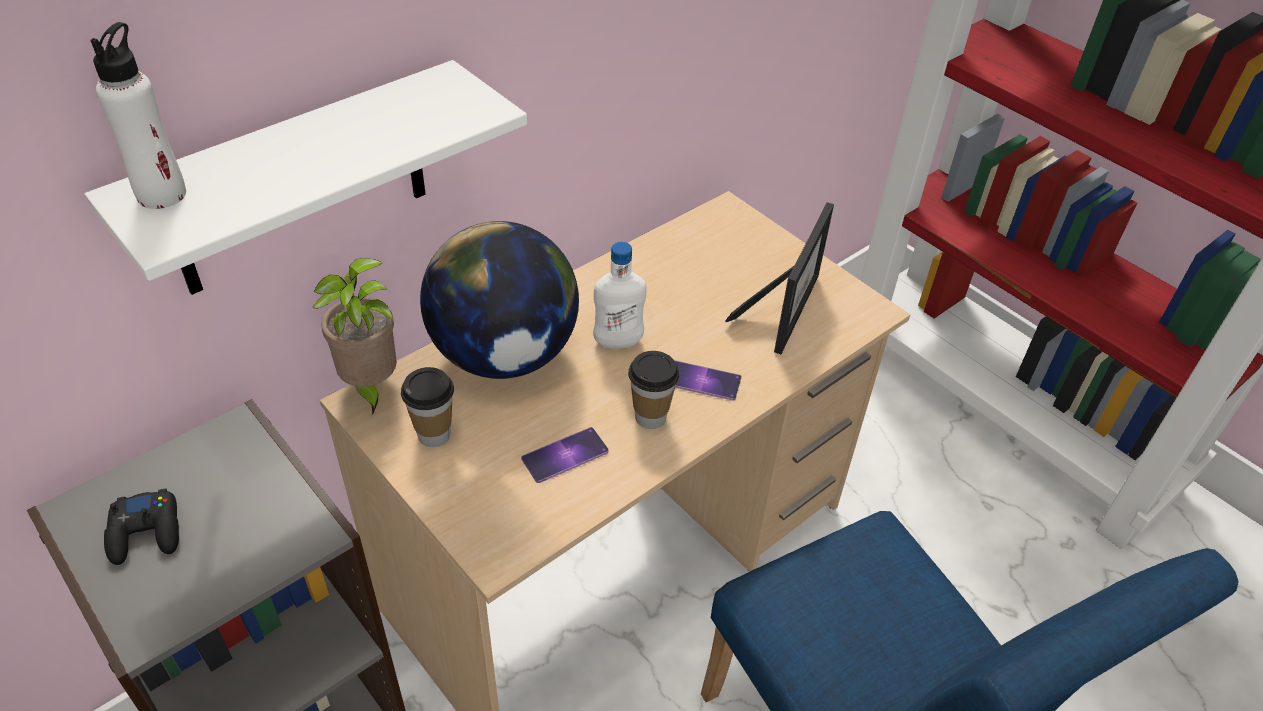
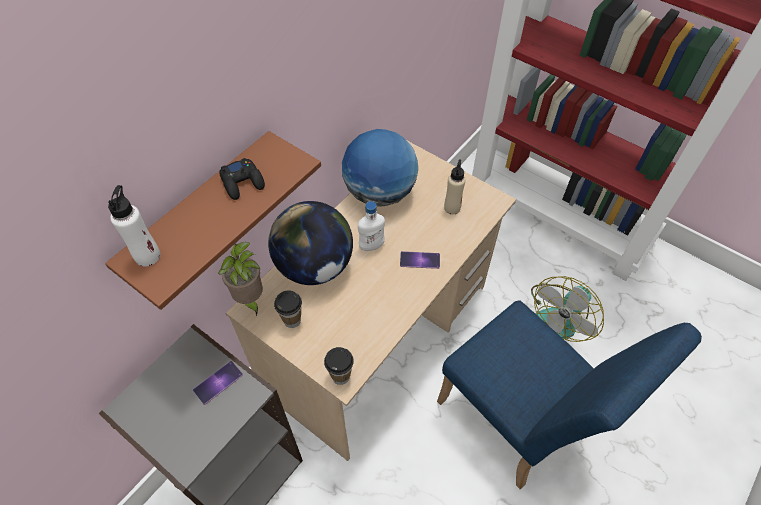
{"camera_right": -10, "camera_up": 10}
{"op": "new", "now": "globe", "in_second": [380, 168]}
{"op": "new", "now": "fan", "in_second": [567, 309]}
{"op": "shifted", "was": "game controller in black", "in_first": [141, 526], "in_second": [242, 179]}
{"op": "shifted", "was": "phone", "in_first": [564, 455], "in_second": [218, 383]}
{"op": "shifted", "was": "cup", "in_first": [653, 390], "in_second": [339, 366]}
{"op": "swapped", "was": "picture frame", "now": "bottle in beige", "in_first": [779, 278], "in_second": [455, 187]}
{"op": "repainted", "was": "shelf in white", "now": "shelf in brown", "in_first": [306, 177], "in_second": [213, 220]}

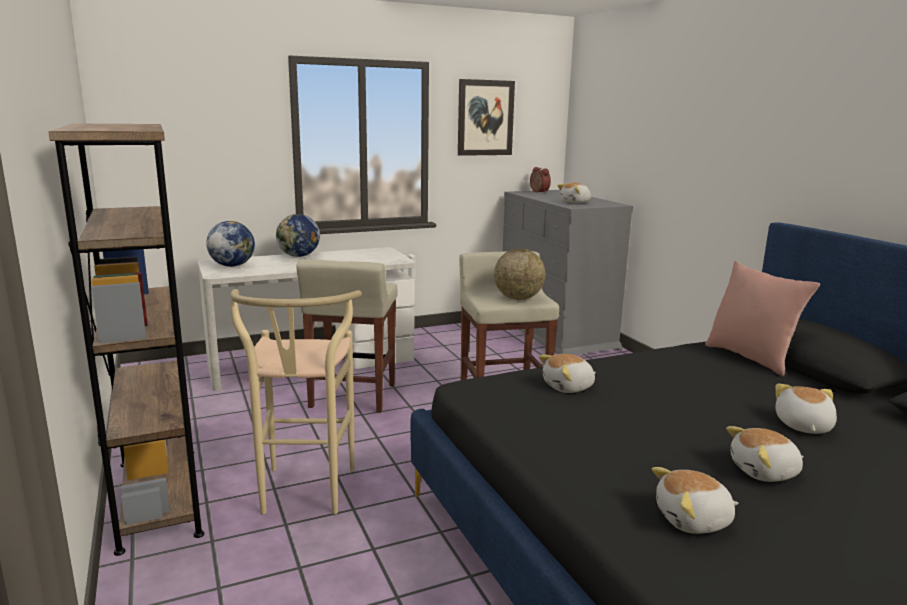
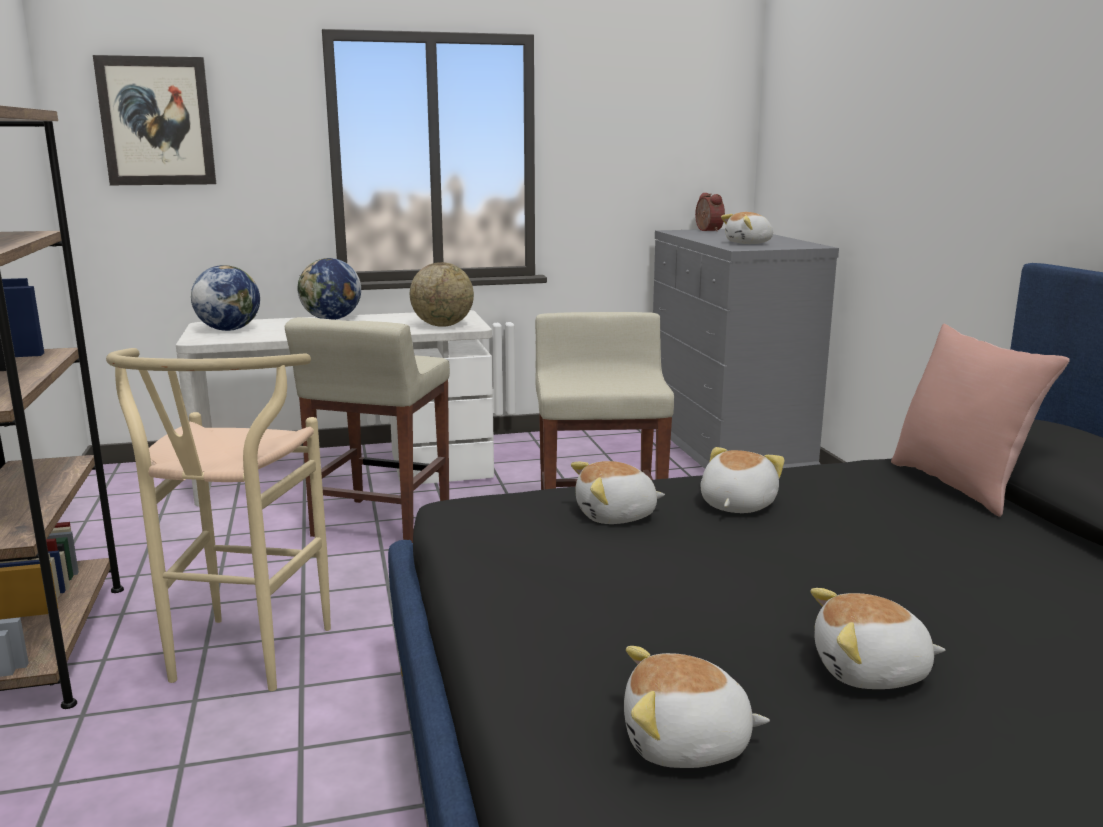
{"camera_right": 10, "camera_up": 0}
{"op": "shifted", "was": "picture", "in_first": [486, 117], "in_second": [154, 120]}
{"op": "shifted", "was": "globe", "in_first": [519, 274], "in_second": [442, 294]}
{"op": "shifted", "was": "plush toy", "in_first": [806, 409], "in_second": [742, 480]}

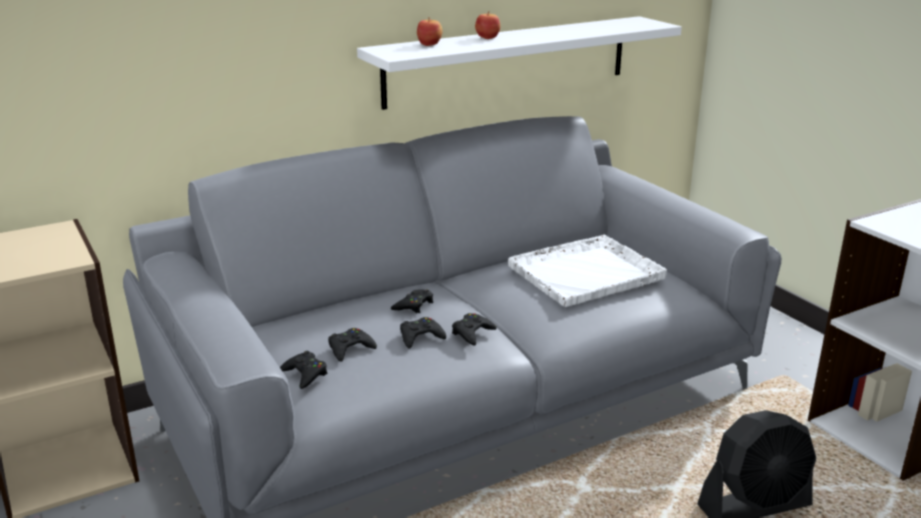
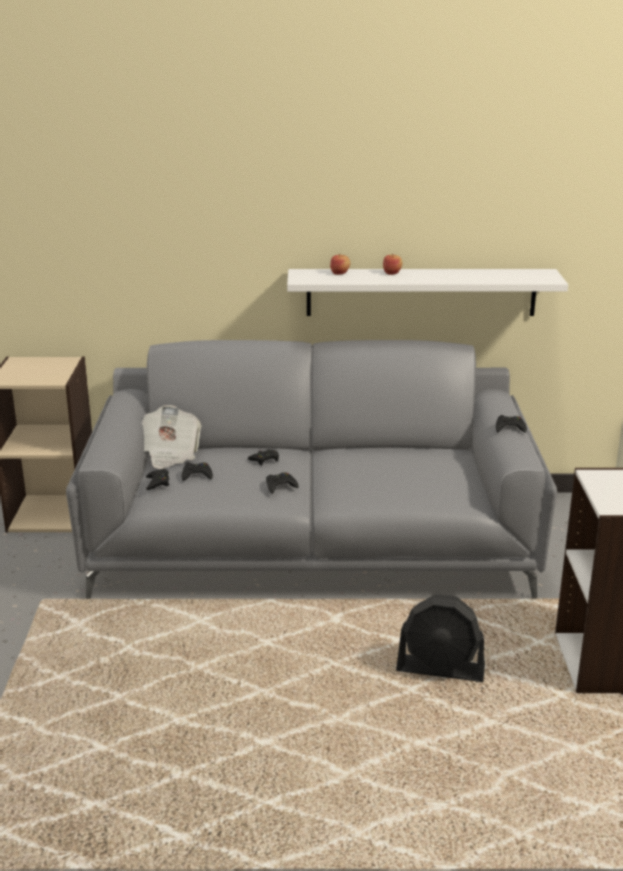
{"camera_right": 30, "camera_up": 0}
{"op": "gone", "was": "tray in white", "in_first": [587, 271]}
{"op": "new", "now": "newspaper", "in_second": [172, 437]}
{"op": "shifted", "was": "game controller in black", "in_first": [423, 333], "in_second": [511, 424]}

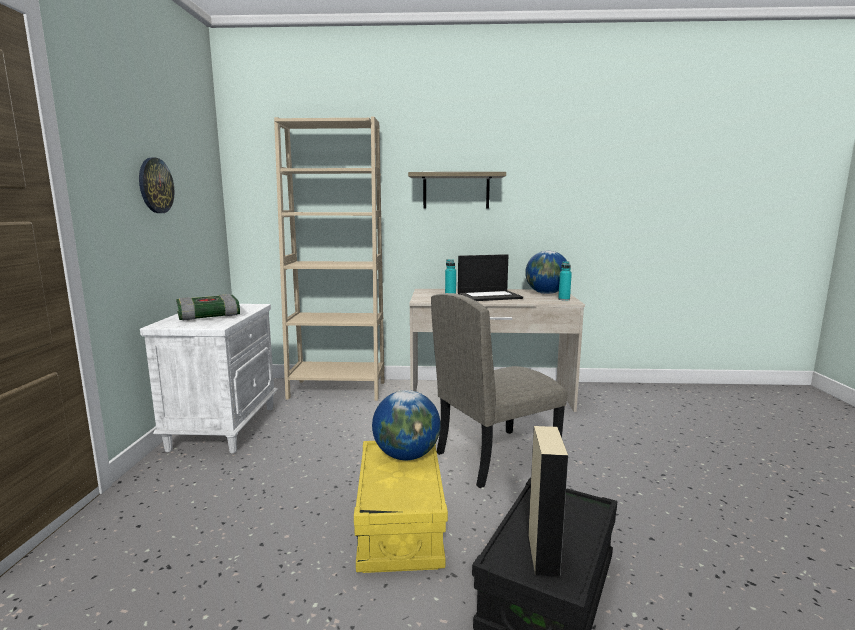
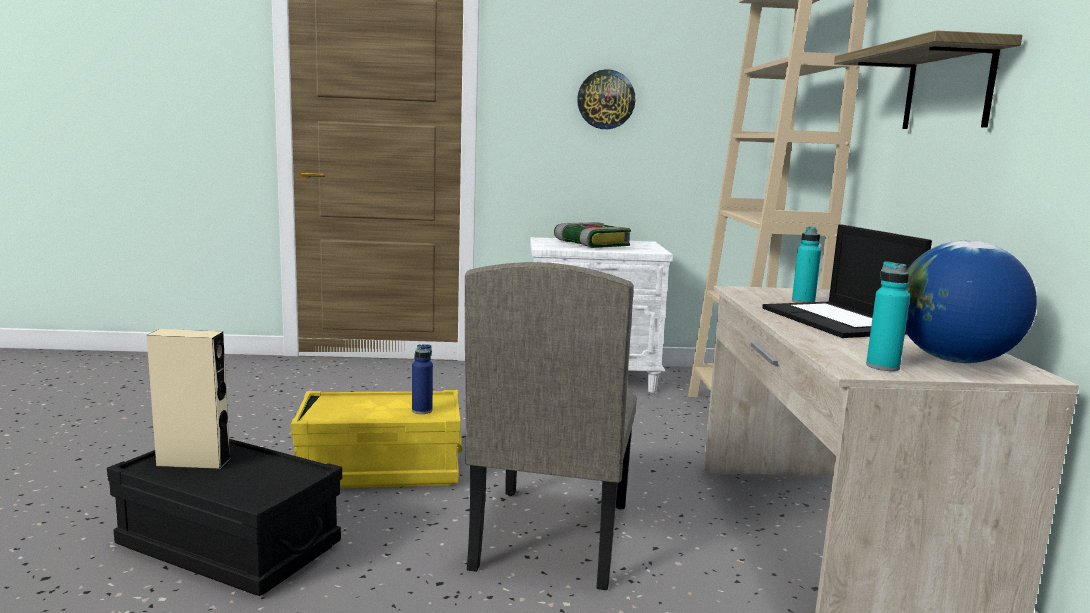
{"camera_right": 85, "camera_up": 0}
{"op": "swapped", "was": "globe", "now": "bottle in blue", "in_first": [406, 425], "in_second": [422, 379]}
{"op": "rotated", "was": "chair in beige", "in_first": [499, 390], "in_second": [551, 426], "clockwise": -135}

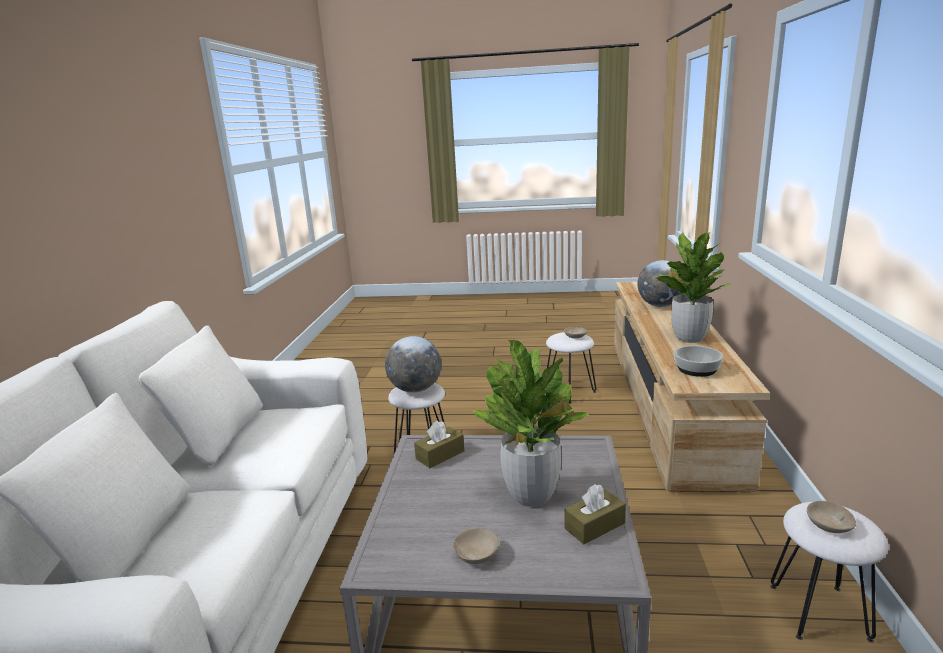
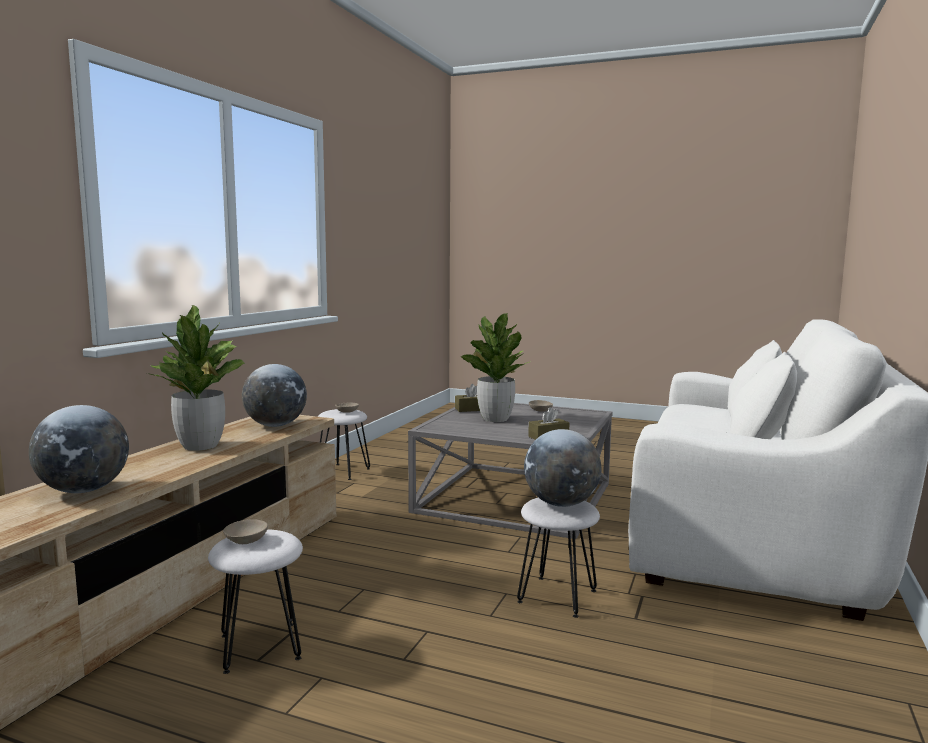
{"camera_right": -165, "camera_up": -10}
{"op": "swapped", "was": "bowl", "now": "globe", "in_first": [698, 361], "in_second": [274, 395]}

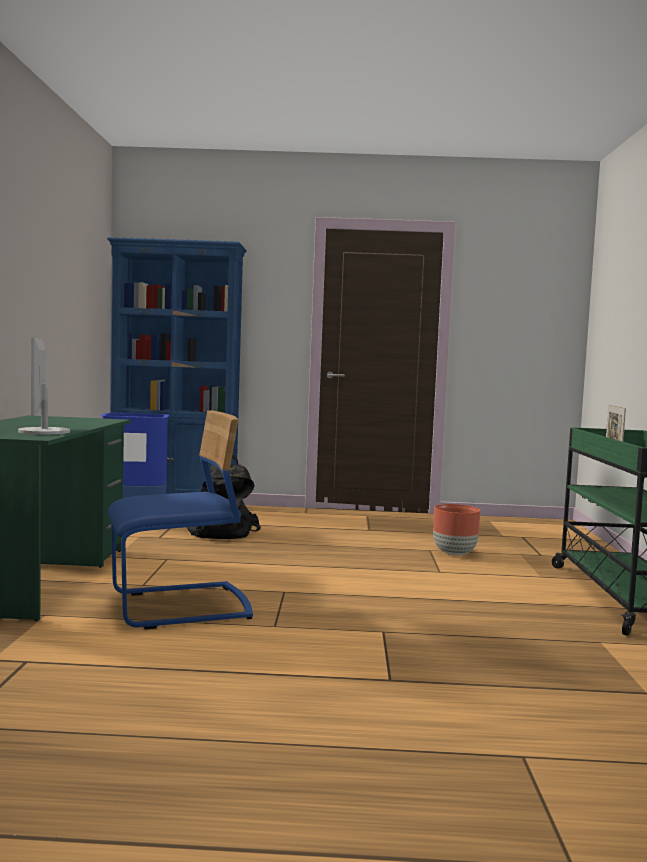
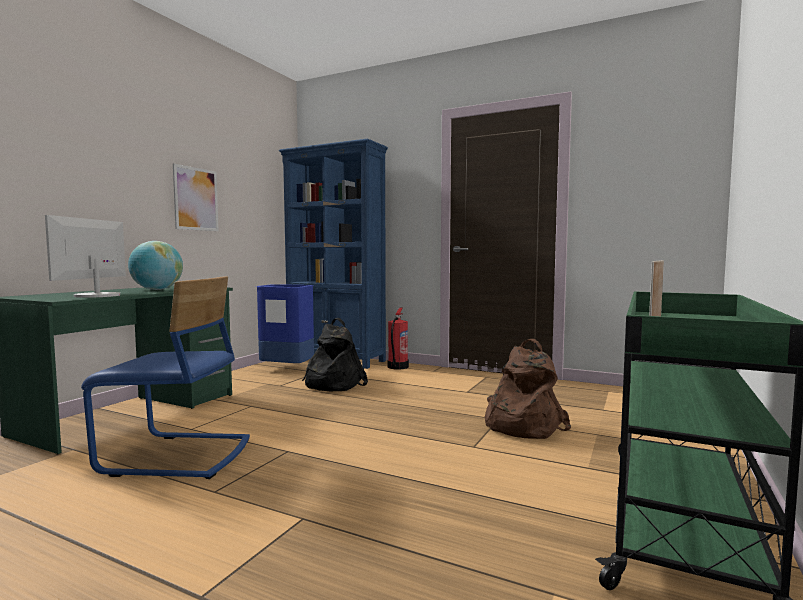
{"camera_right": 25, "camera_up": 0}
{"op": "new", "now": "globe", "in_second": [155, 265]}
{"op": "new", "now": "picture", "in_second": [196, 197]}
{"op": "new", "now": "fire extinguisher", "in_second": [398, 338]}
{"op": "swapped", "was": "planter in brown", "now": "backpack in brown", "in_first": [456, 529], "in_second": [528, 389]}

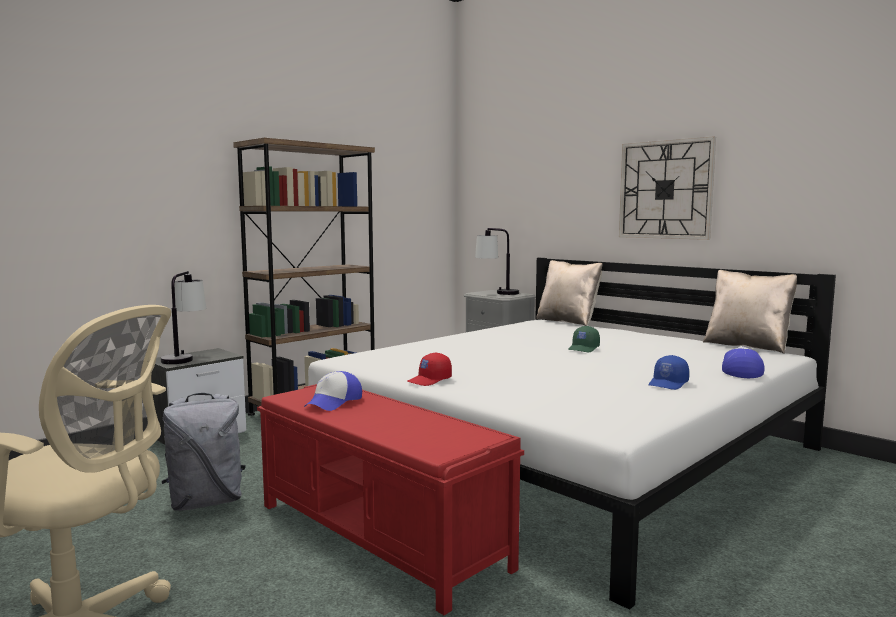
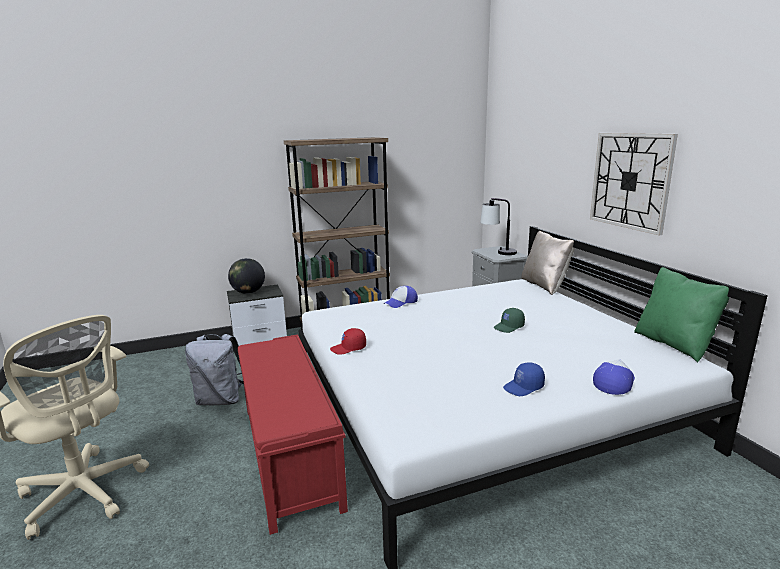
{"camera_right": 25, "camera_up": 10}
{"op": "shifted", "was": "cap", "in_first": [333, 391], "in_second": [401, 297]}
{"op": "swapped", "was": "table lamp", "now": "globe", "in_first": [183, 317], "in_second": [246, 276]}
{"op": "repainted", "was": "pillow in beige", "now": "pillow in green", "in_first": [750, 312], "in_second": [682, 314]}

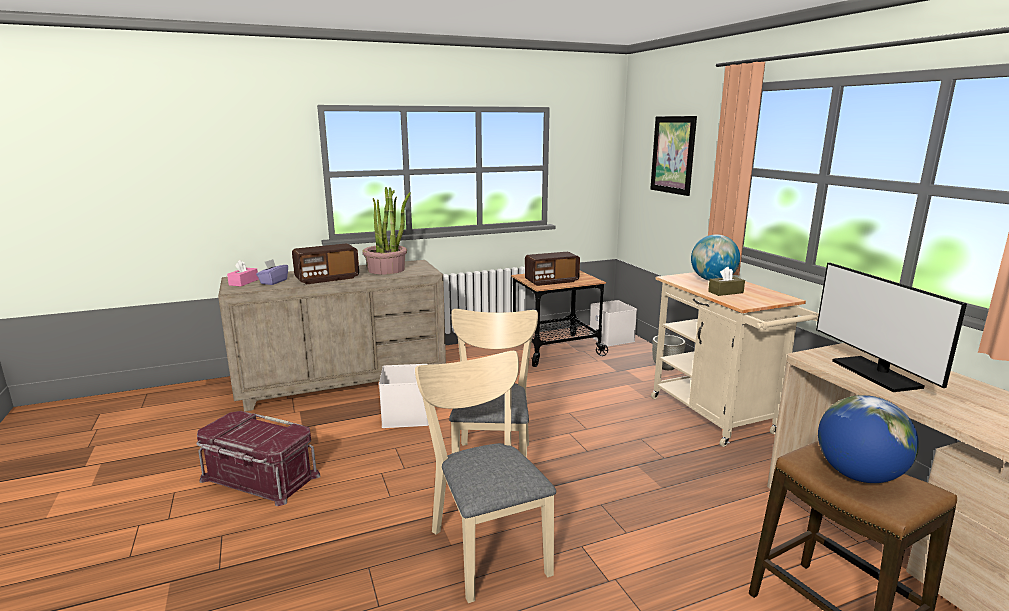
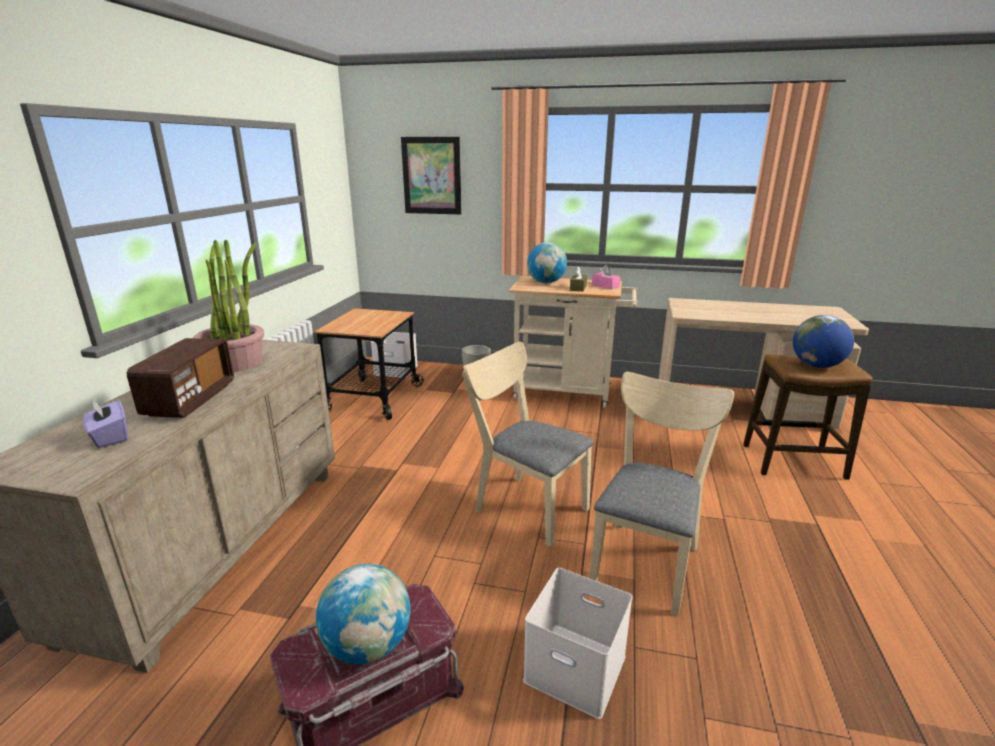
{"camera_right": -55, "camera_up": 5}
{"op": "gone", "was": "radio", "in_first": [552, 269]}
{"op": "gone", "was": "monitor", "in_first": [891, 327]}
{"op": "new", "now": "globe", "in_second": [363, 614]}
{"op": "shifted", "was": "tissue box in pink", "in_first": [243, 273], "in_second": [606, 277]}
{"op": "shifted", "was": "storage box in white", "in_first": [404, 396], "in_second": [578, 643]}
{"op": "rotated", "was": "chair in beige", "in_first": [485, 477], "in_second": [661, 494], "clockwise": 105}

